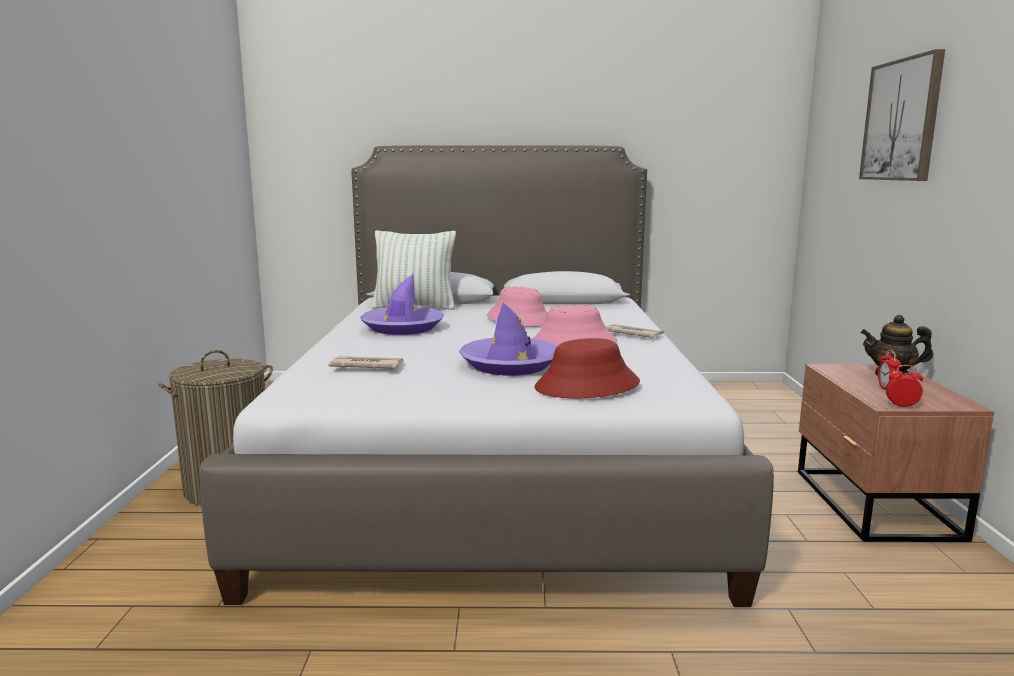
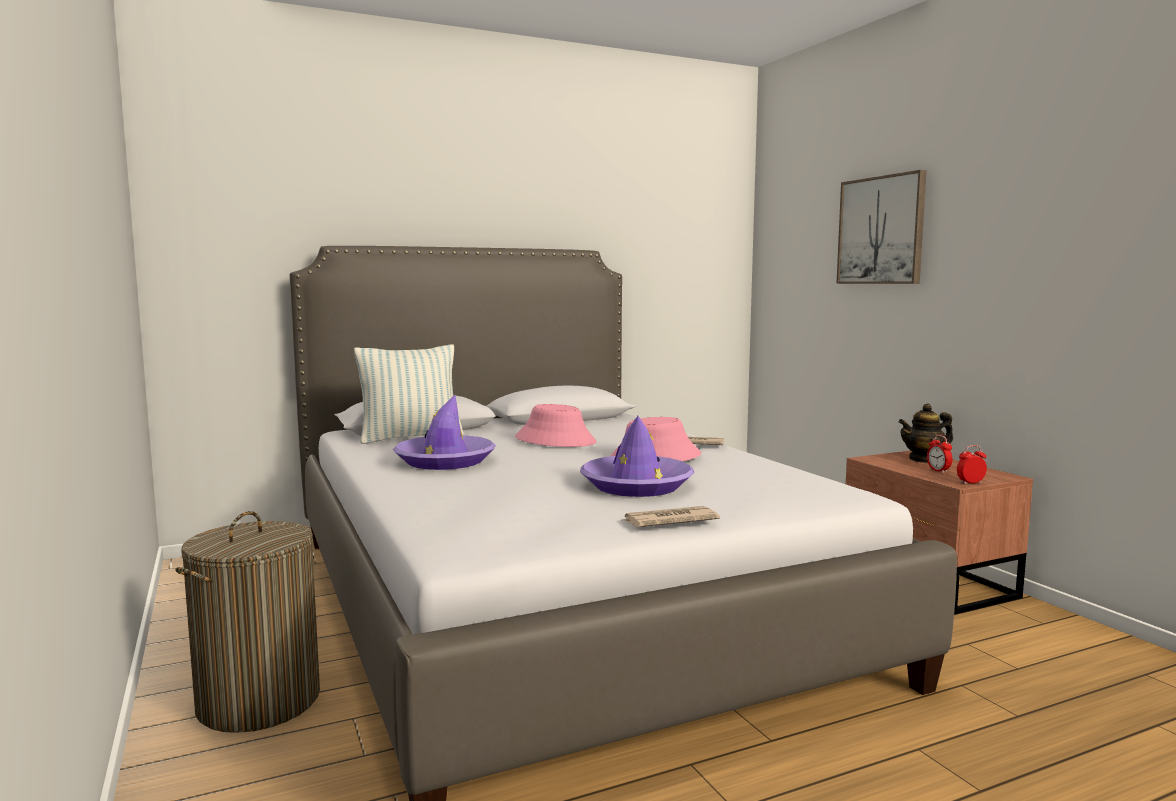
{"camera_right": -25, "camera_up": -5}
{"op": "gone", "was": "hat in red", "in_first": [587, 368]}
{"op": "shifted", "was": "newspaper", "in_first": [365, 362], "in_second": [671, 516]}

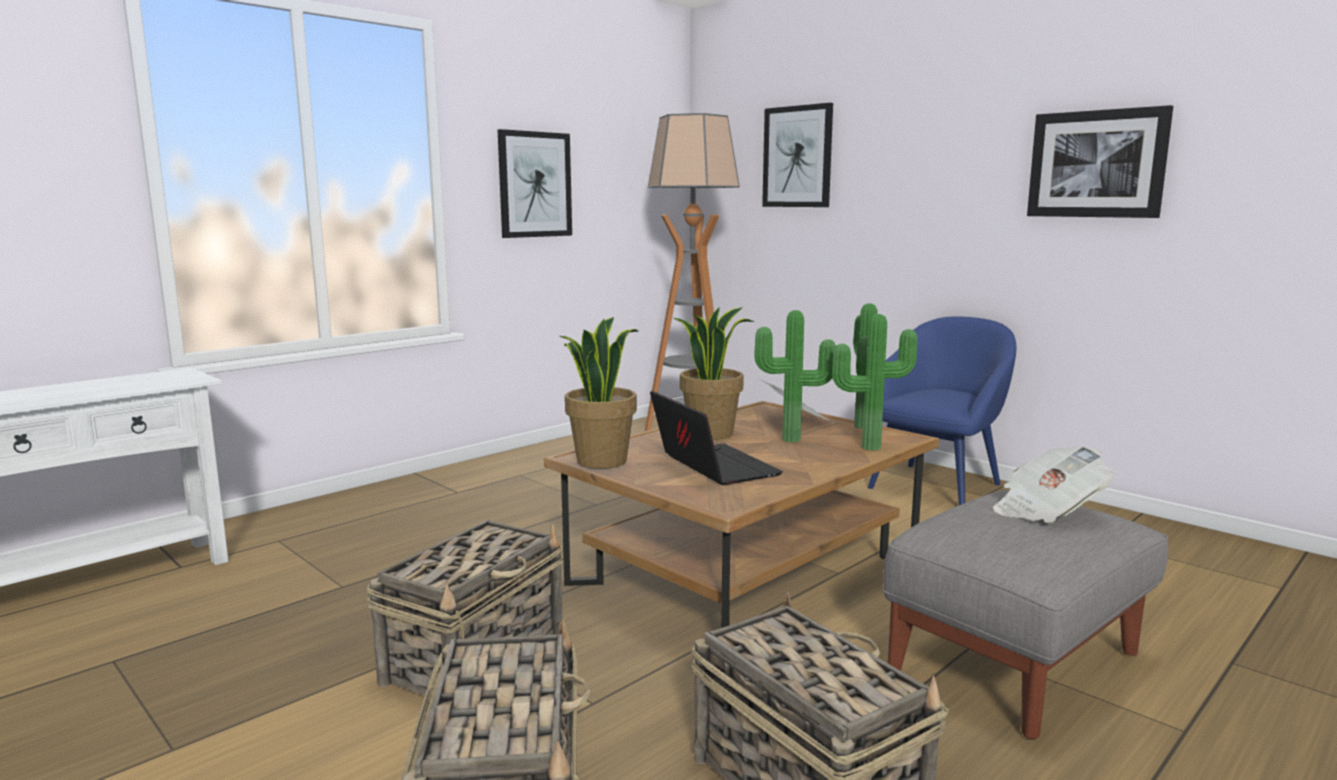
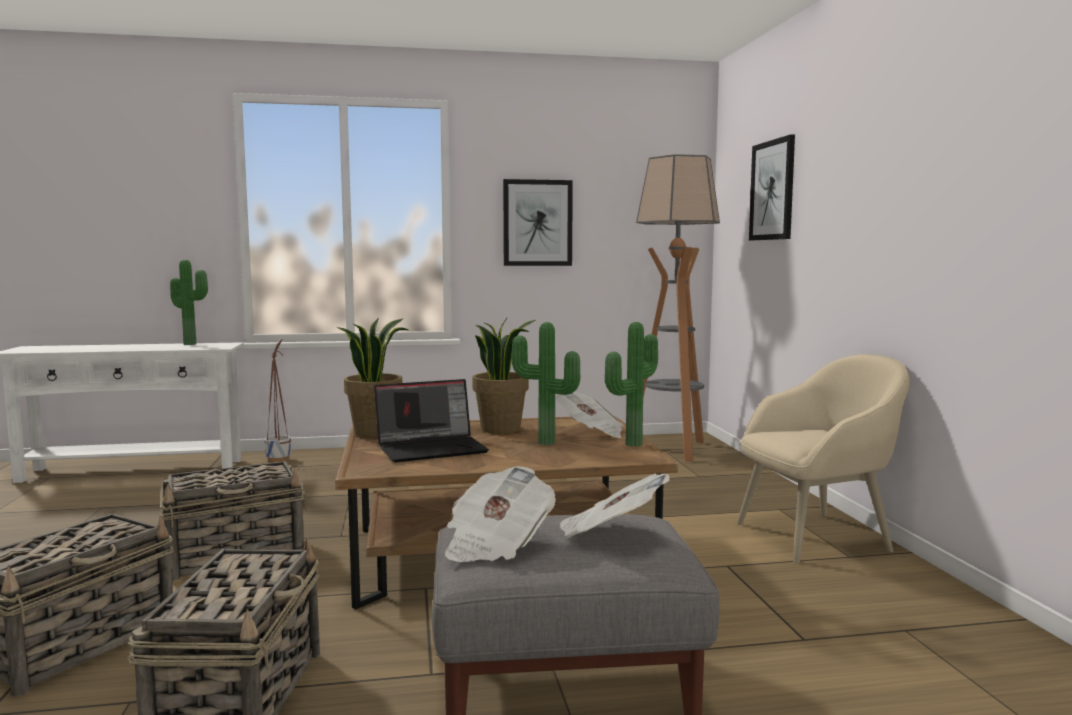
{"camera_right": 35, "camera_up": -5}
{"op": "gone", "was": "picture", "in_first": [1100, 161]}
{"op": "new", "now": "planter", "in_second": [277, 401]}
{"op": "new", "now": "newspaper", "in_second": [500, 514]}
{"op": "shifted", "was": "potted plant", "in_first": [874, 382], "in_second": [189, 302]}
{"op": "repainted", "was": "armchair in blue", "now": "armchair in beige", "in_first": [942, 410], "in_second": [823, 458]}
{"op": "rotated", "was": "laptop", "in_first": [716, 438], "in_second": [431, 420], "clockwise": 60}

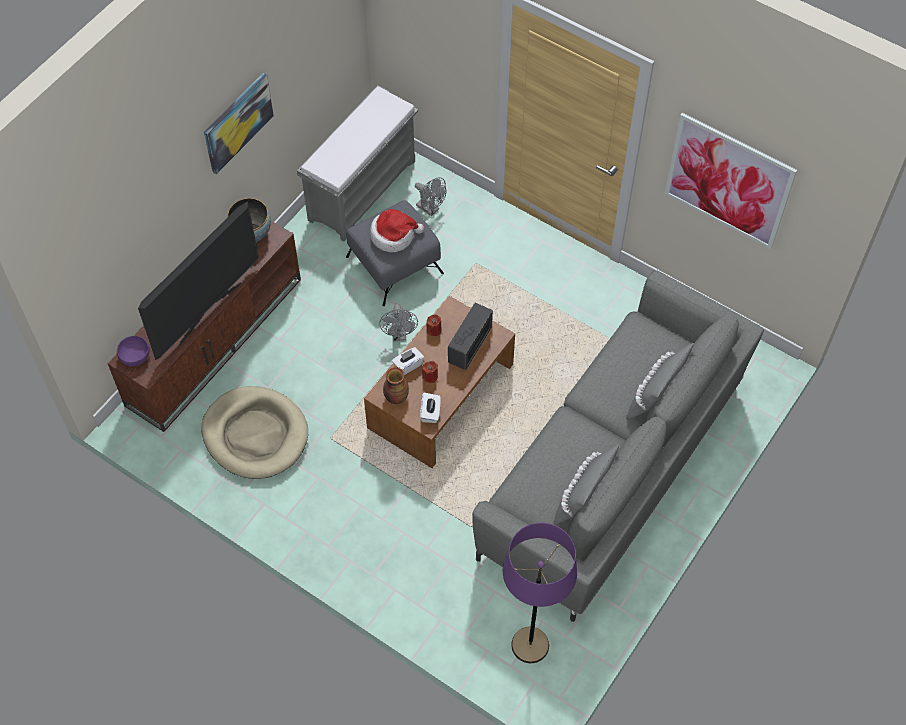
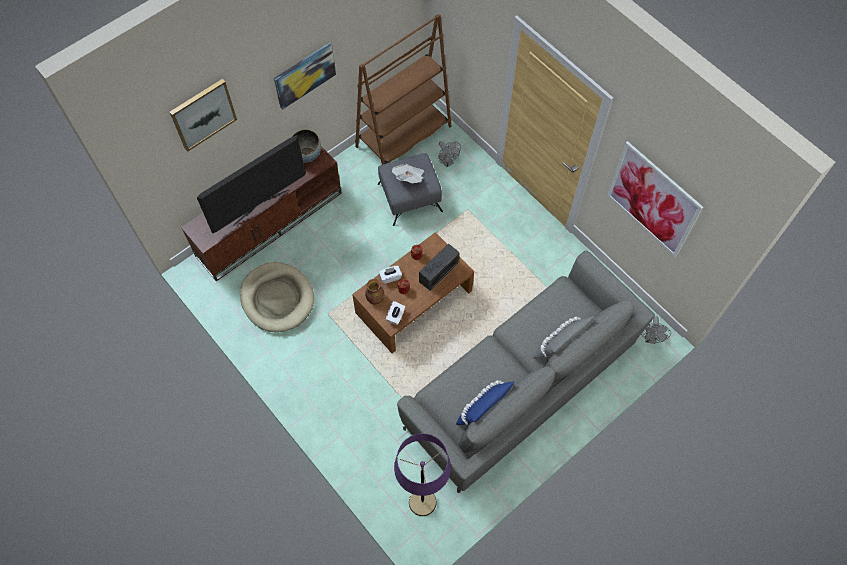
{"camera_right": 15, "camera_up": 5}
{"op": "gone", "was": "bowl in purple", "in_first": [133, 351]}
{"op": "new", "now": "picture", "in_second": [203, 115]}
{"op": "shifted", "was": "fan in grey", "in_first": [398, 322], "in_second": [656, 330]}
{"op": "swapped", "was": "bench in grey", "now": "bookcase in brown", "in_first": [357, 163], "in_second": [403, 89]}
{"op": "swapped", "was": "hat", "now": "newspaper", "in_first": [397, 230], "in_second": [408, 174]}
{"op": "repainted", "was": "pillow in grey", "now": "pillow in blue", "in_first": [586, 485], "in_second": [485, 402]}

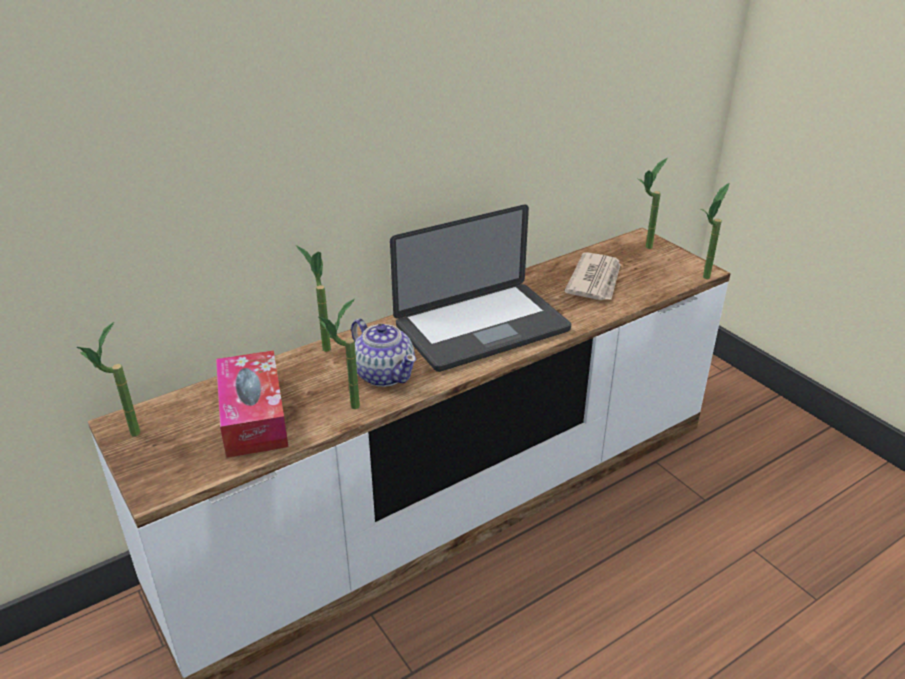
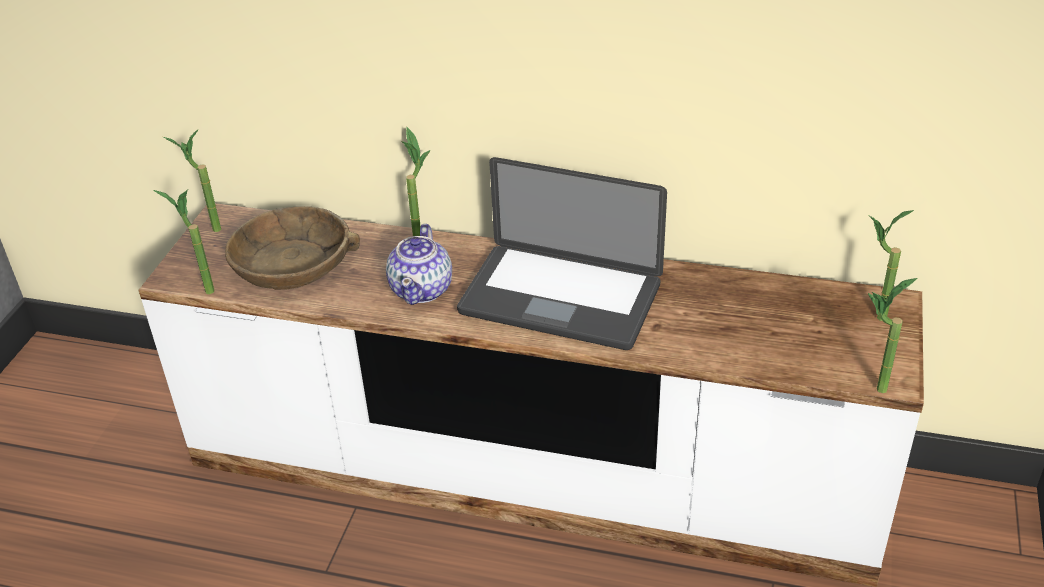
{"camera_right": 50, "camera_up": 5}
{"op": "gone", "was": "newspaper", "in_first": [592, 276]}
{"op": "shifted", "was": "potted plant", "in_first": [339, 354], "in_second": [184, 241]}
{"op": "swapped", "was": "tissue box", "now": "bowl in brown", "in_first": [252, 404], "in_second": [292, 248]}

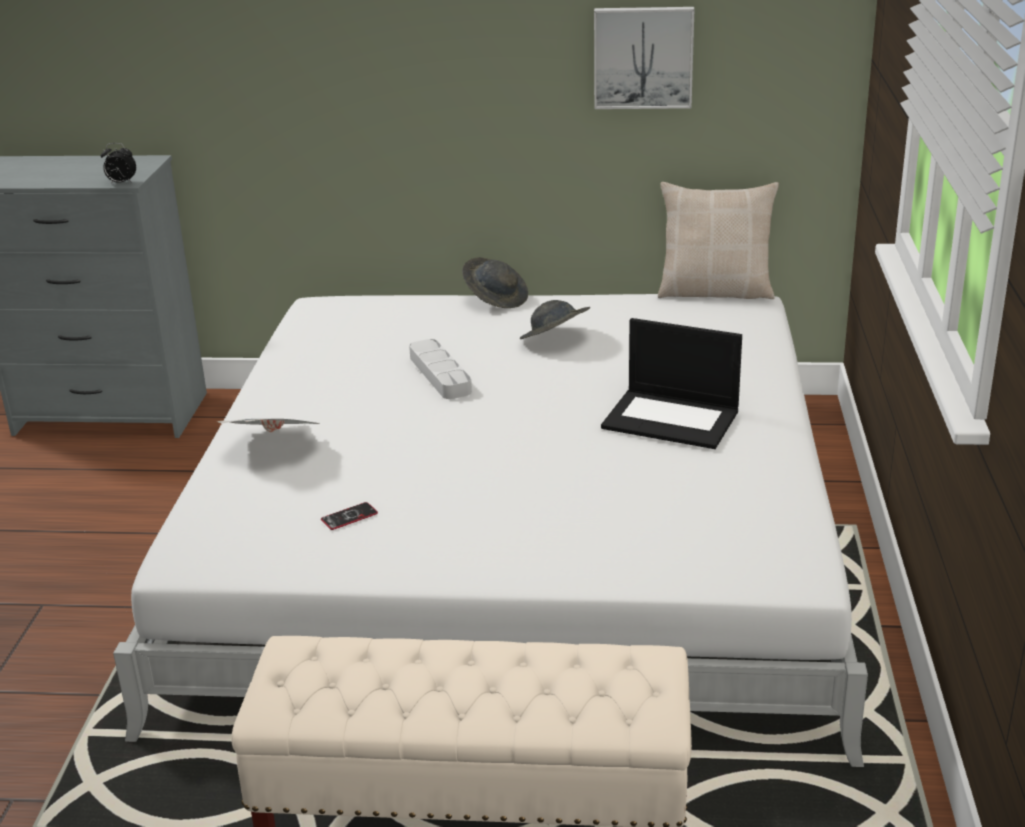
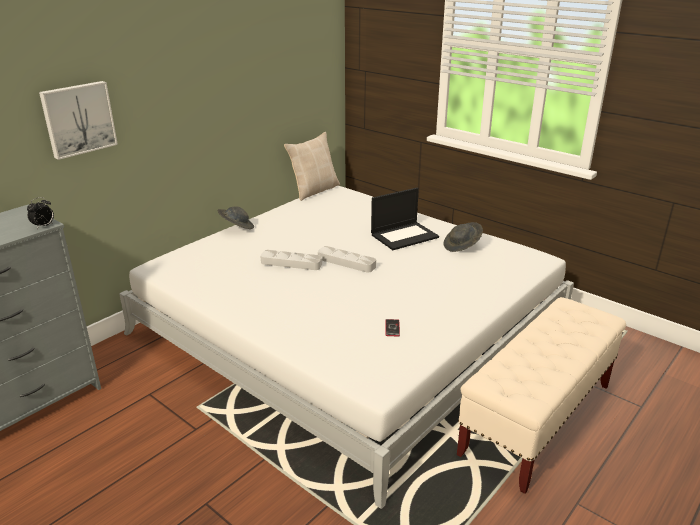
{"camera_right": -55, "camera_up": 0}
{"op": "gone", "was": "newspaper", "in_first": [268, 425]}
{"op": "new", "now": "tray in grey", "in_second": [347, 259]}
{"op": "shifted", "was": "hat in grey", "in_first": [555, 319], "in_second": [463, 237]}
{"op": "shifted", "was": "picture", "in_first": [644, 58], "in_second": [78, 120]}

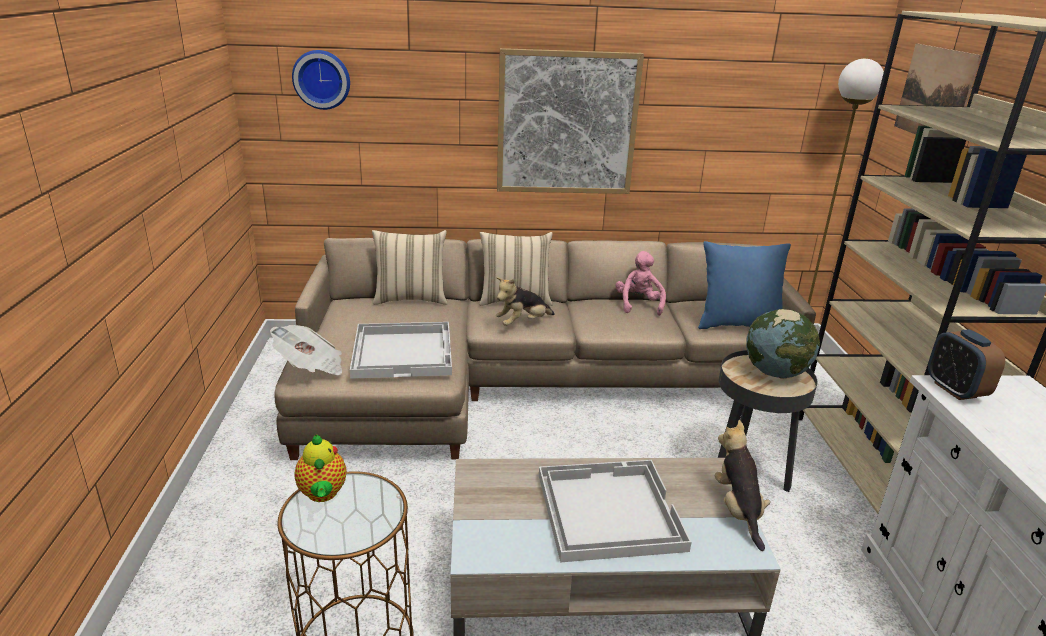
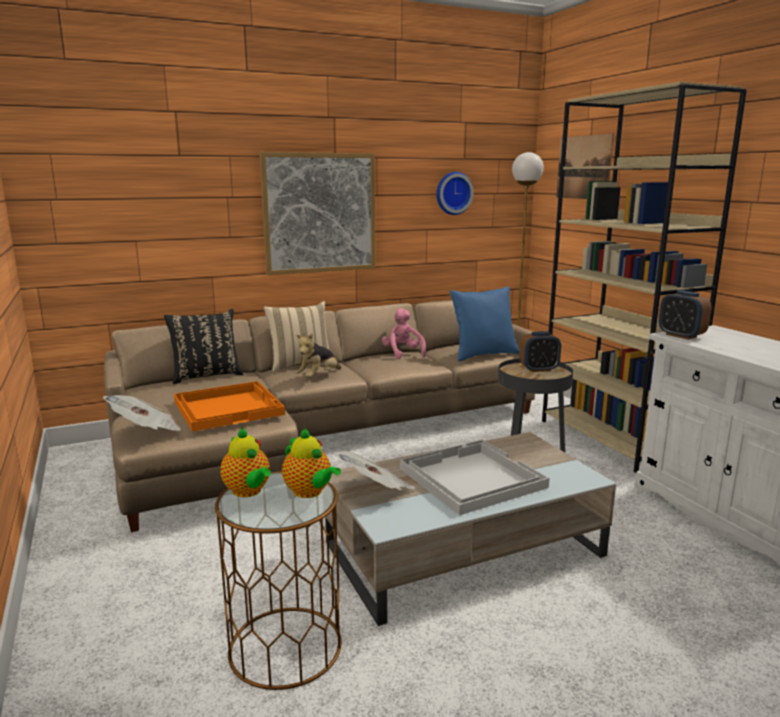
{"camera_right": -20, "camera_up": -10}
{"op": "gone", "was": "plush toy", "in_first": [743, 485]}
{"op": "new", "now": "teapot", "in_second": [311, 463]}
{"op": "new", "now": "newspaper", "in_second": [375, 470]}
{"op": "shifted", "was": "wall clock", "in_first": [321, 80], "in_second": [455, 193]}
{"op": "swapped", "was": "globe", "now": "alarm clock", "in_first": [783, 344], "in_second": [540, 351]}
{"op": "repainted", "was": "tray in white", "now": "tray in orange", "in_first": [401, 350], "in_second": [229, 406]}
{"op": "repainted", "was": "pillow in beige", "now": "pillow in black", "in_first": [410, 267], "in_second": [203, 346]}

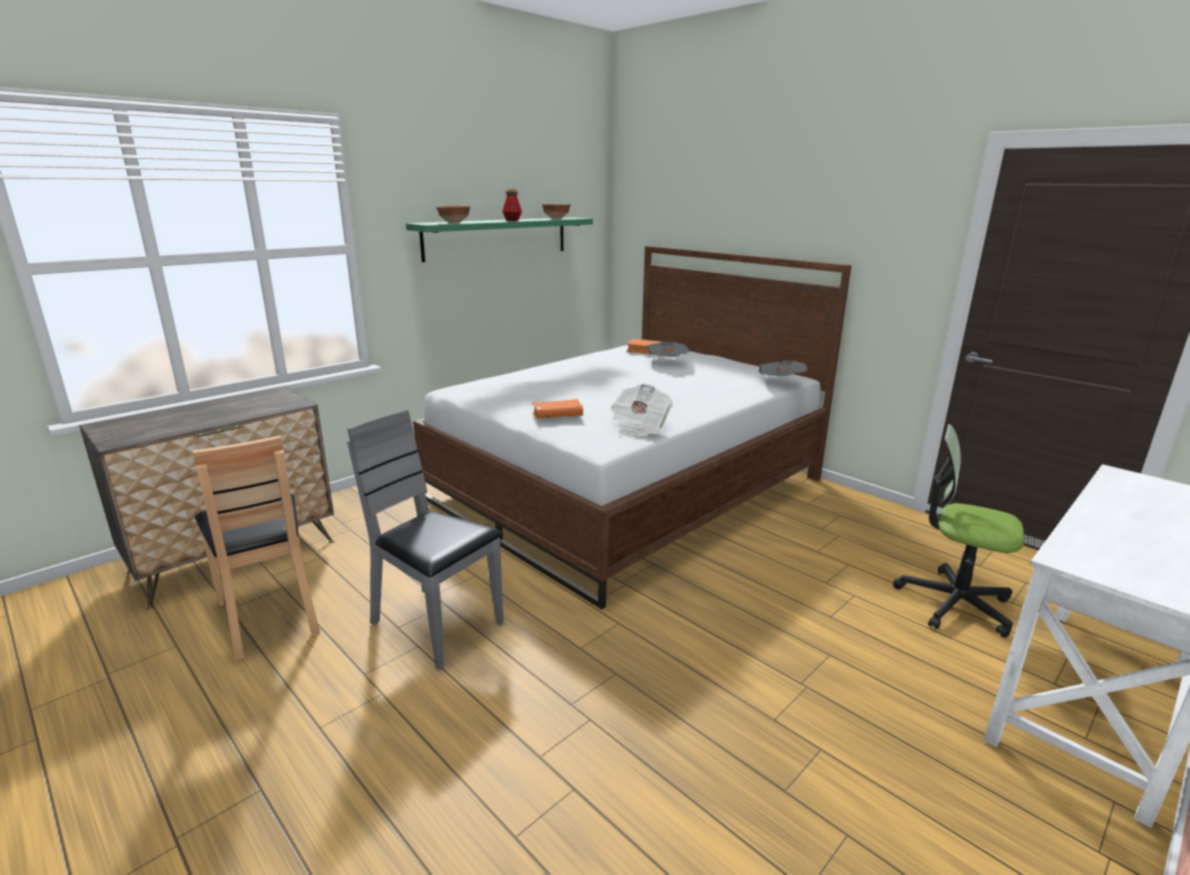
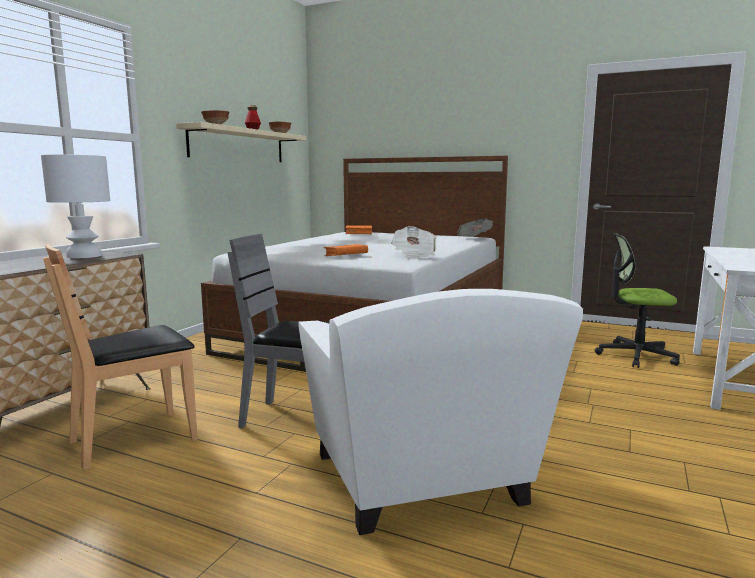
{"camera_right": -20, "camera_up": -10}
{"op": "gone", "was": "newspaper", "in_first": [667, 349]}
{"op": "new", "now": "table lamp in white", "in_second": [75, 206]}
{"op": "new", "now": "armchair in white", "in_second": [441, 412]}
{"op": "repainted", "was": "shelf in green", "now": "shelf in beige", "in_first": [499, 239], "in_second": [241, 142]}
{"op": "rotated", "was": "chair in brown", "in_first": [256, 548], "in_second": [120, 356], "clockwise": 105}

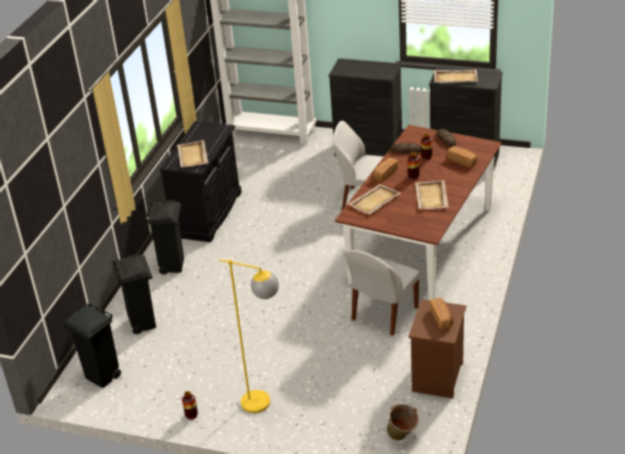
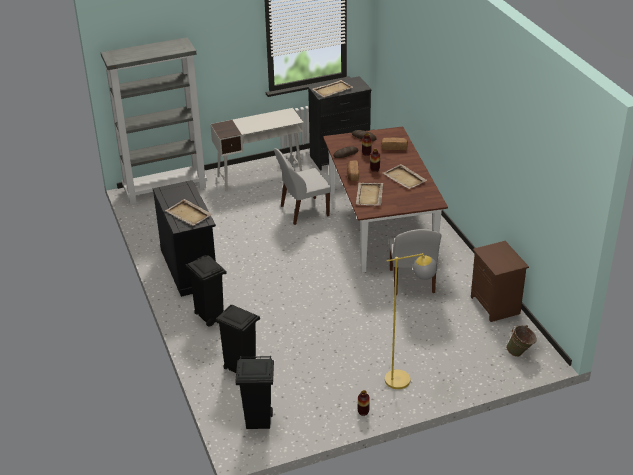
{"camera_right": -40, "camera_up": 0}
{"op": "gone", "was": "bread", "in_first": [441, 314]}
{"op": "swapped", "was": "dresser in black", "now": "desk in white", "in_first": [365, 107], "in_second": [257, 150]}

